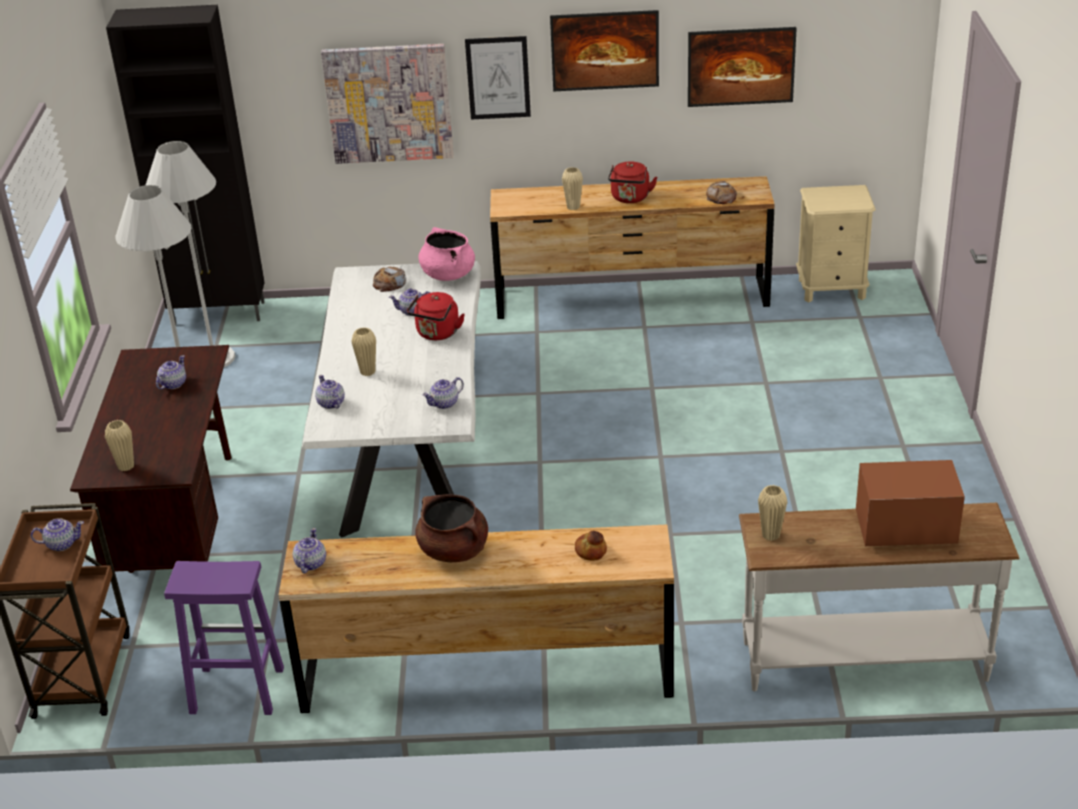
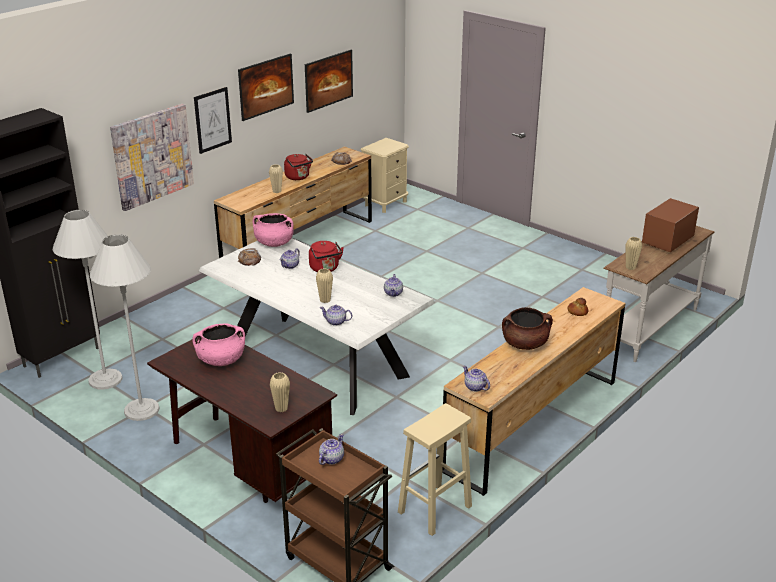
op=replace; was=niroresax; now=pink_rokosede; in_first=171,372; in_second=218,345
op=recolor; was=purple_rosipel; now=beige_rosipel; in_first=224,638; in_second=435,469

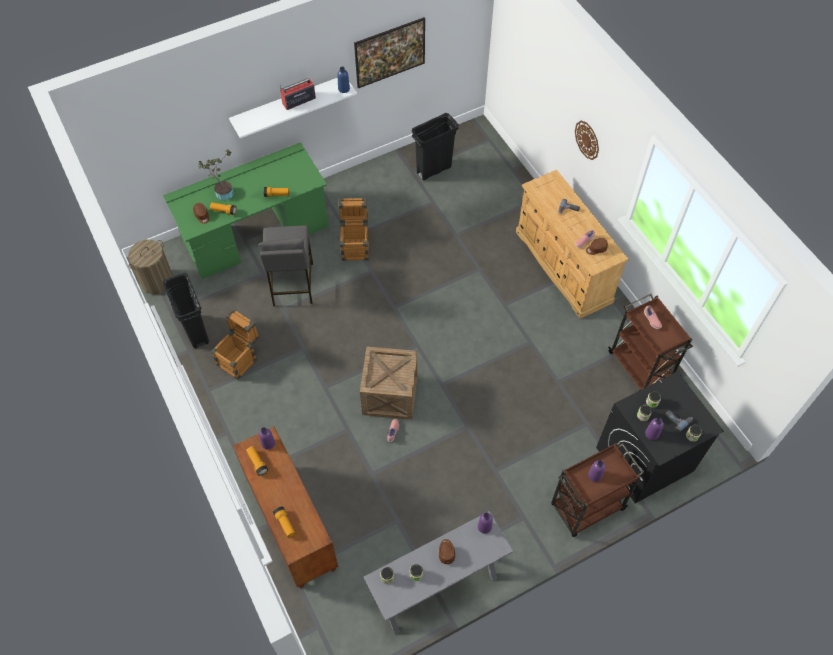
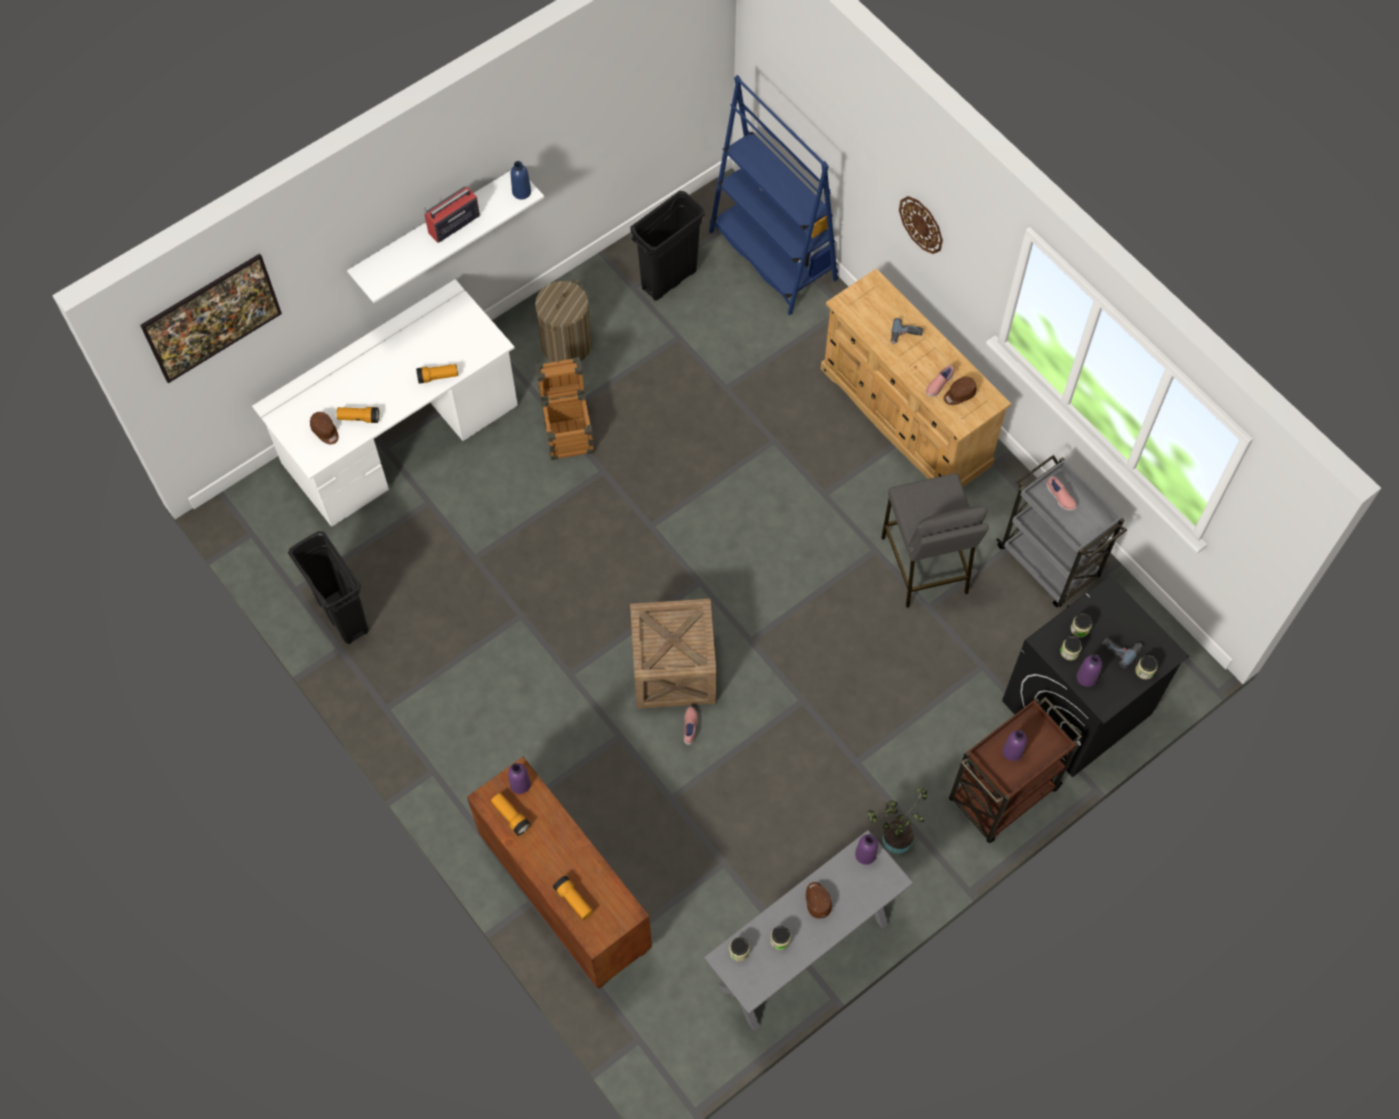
op=delete; was=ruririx; in_first=235,344
op=insert; now=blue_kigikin; in_second=773,195
op=move; was=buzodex; in_first=150,266; in_second=563,321
op=move; was=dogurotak; in_first=216,174; in_second=897,820
op=move; was=grey_rosipel; in_first=285,266; in_second=935,540
op=move; was=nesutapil; in_first=389,52; in_second=211,318
op=recolor; was=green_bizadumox; now=white_bizadumox; in_first=246,210; in_second=385,403
op=recolor; was=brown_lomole; now=grey_lomole; in_first=650,342; in_second=1061,531

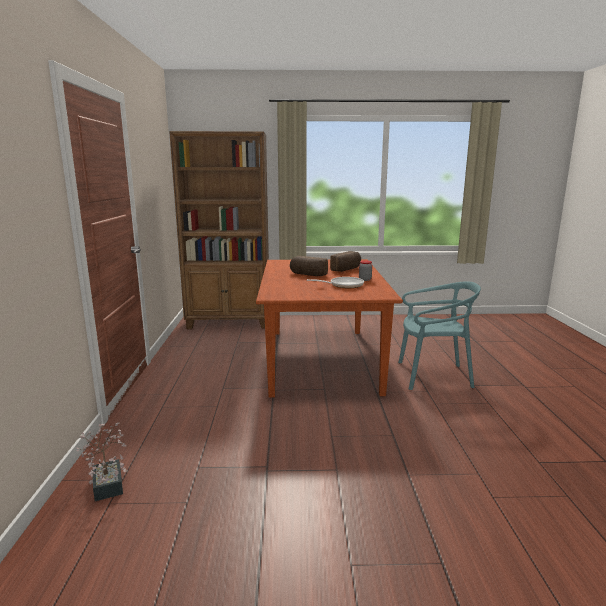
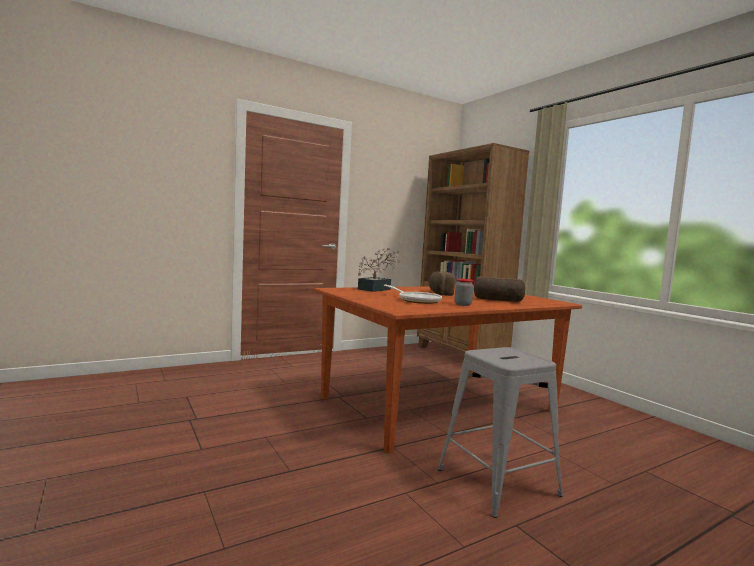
op=move; was=dogurotak; in_first=102,461; in_second=379,269
op=replace; was=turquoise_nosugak; now=grey_rosipel; in_first=439,335; in_second=500,432

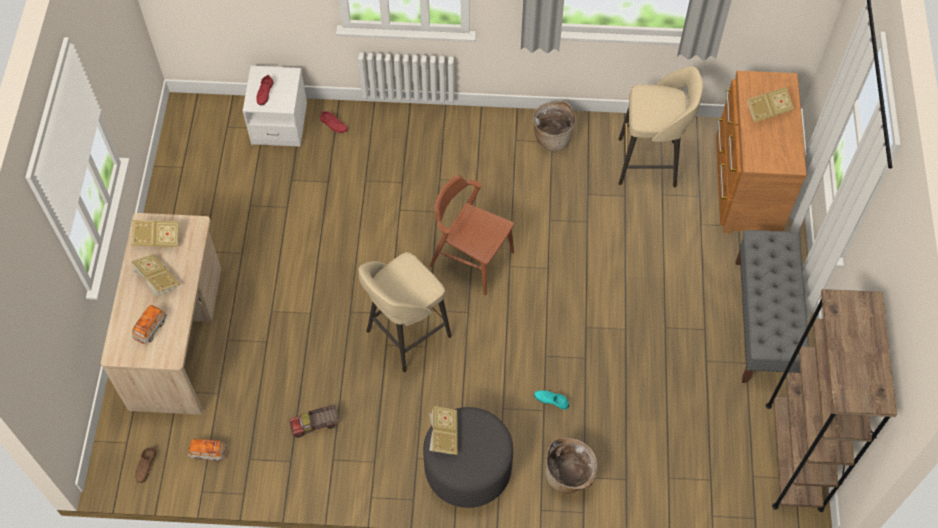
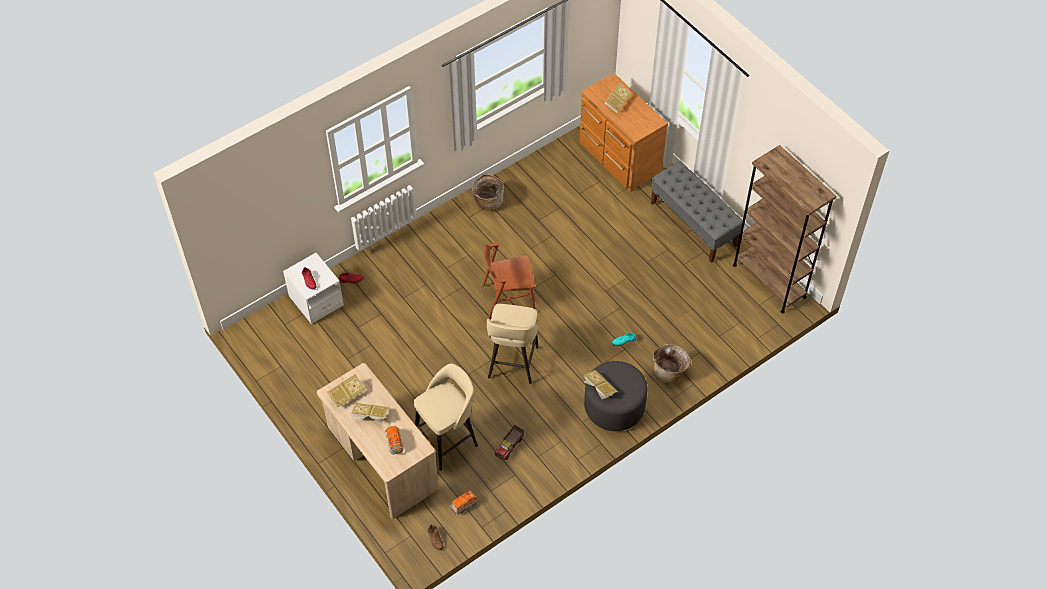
op=move; was=beige_rosipel; in_first=660,126; in_second=446,417

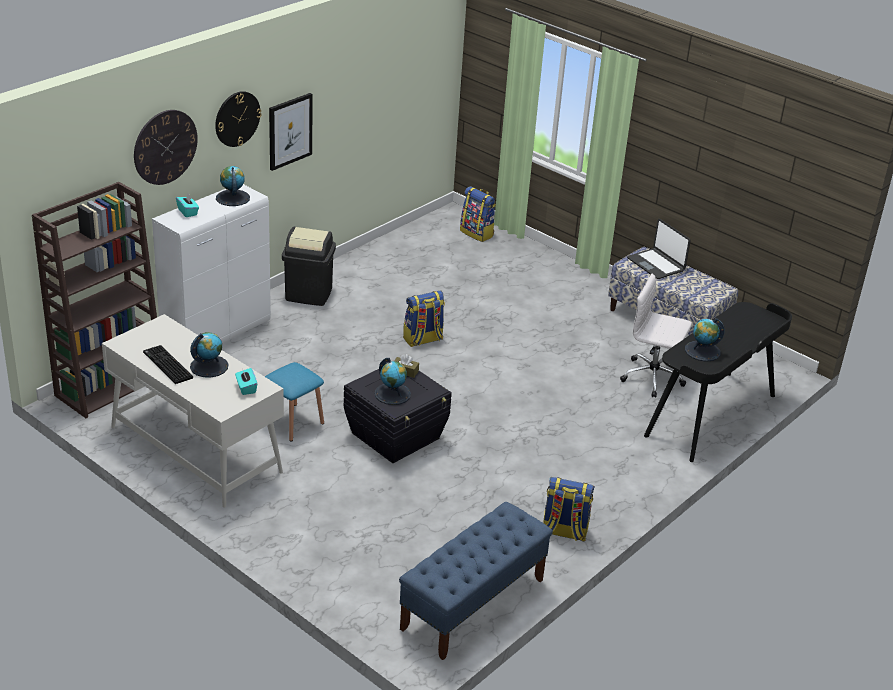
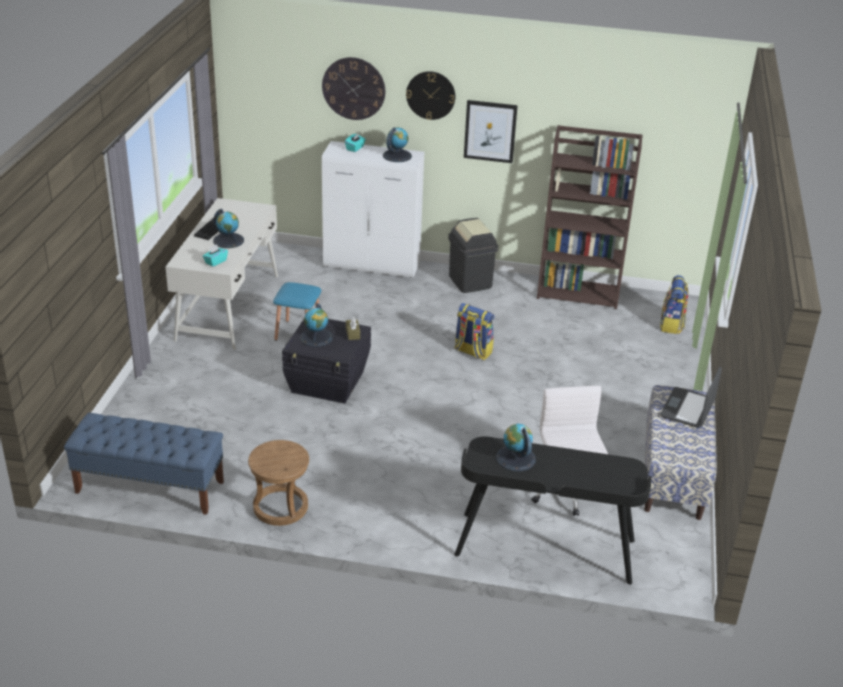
op=move; was=brown_kigikin; in_first=94,300; in_second=590,217
op=replace; was=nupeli; now=brown_rosipel; in_first=569,509; in_second=278,483

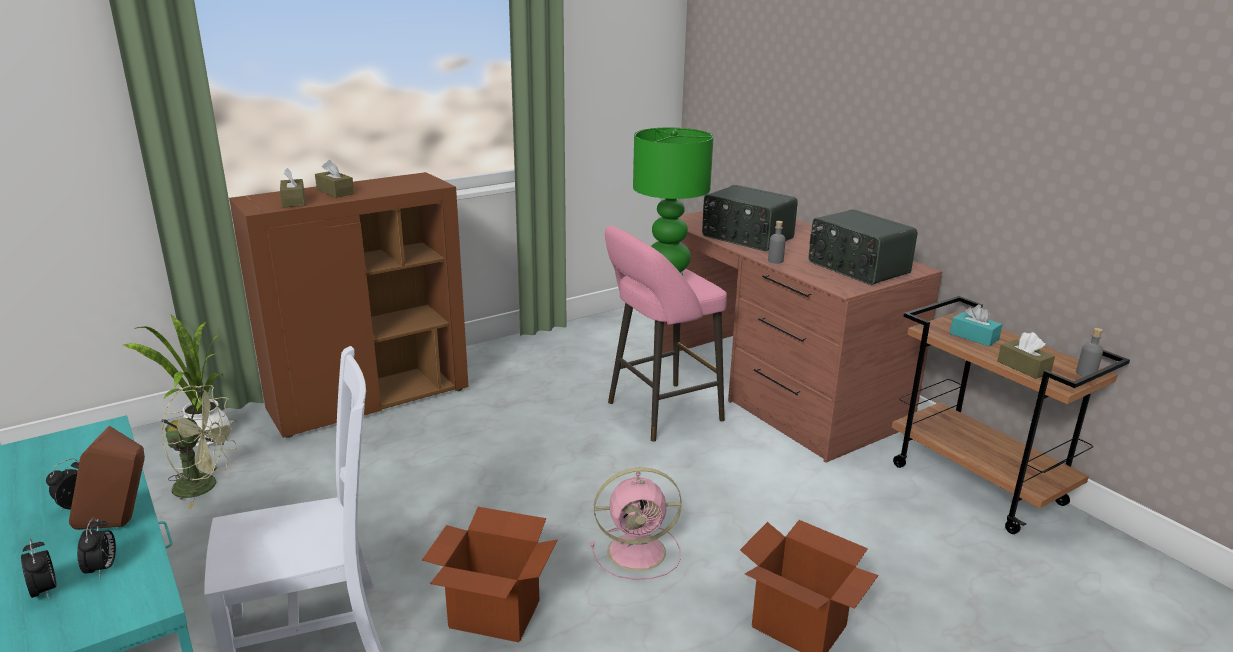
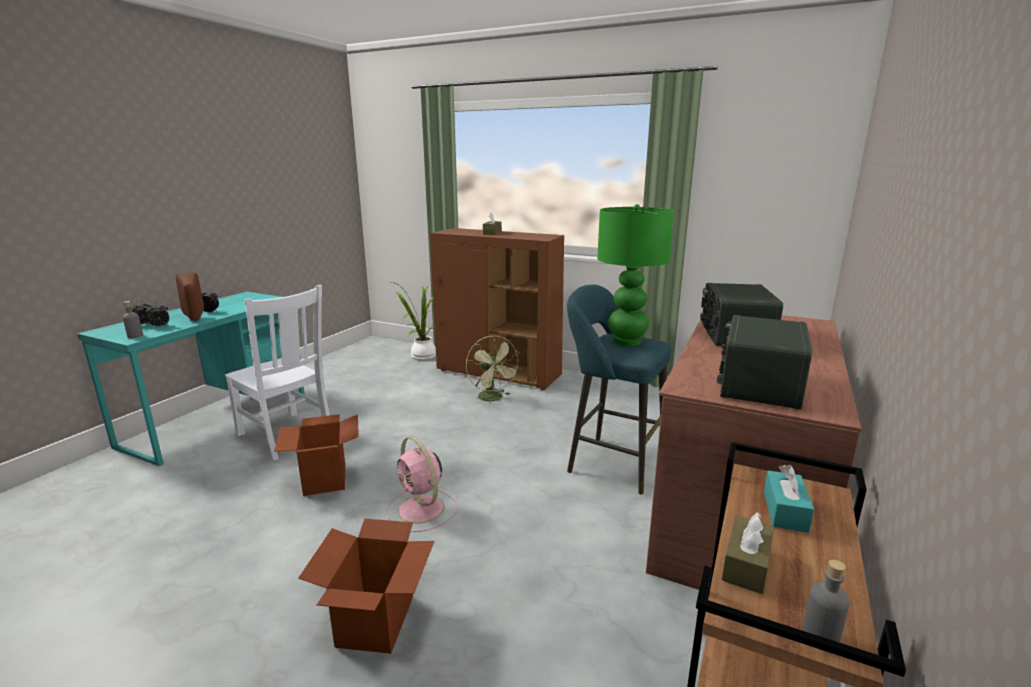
op=delete; was=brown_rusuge; in_first=292,188
op=move; was=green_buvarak; in_first=199,447; in_second=493,369
op=move; was=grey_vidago; in_first=777,242; in_second=133,319
op=recolor; was=pink_rosipel; now=turquoise_rosipel; in_first=666,333; in_second=619,390

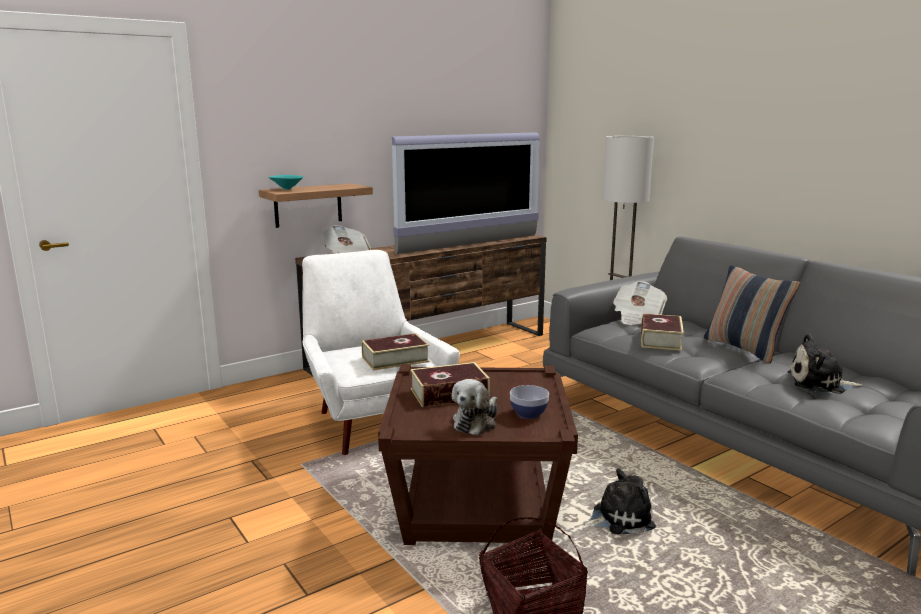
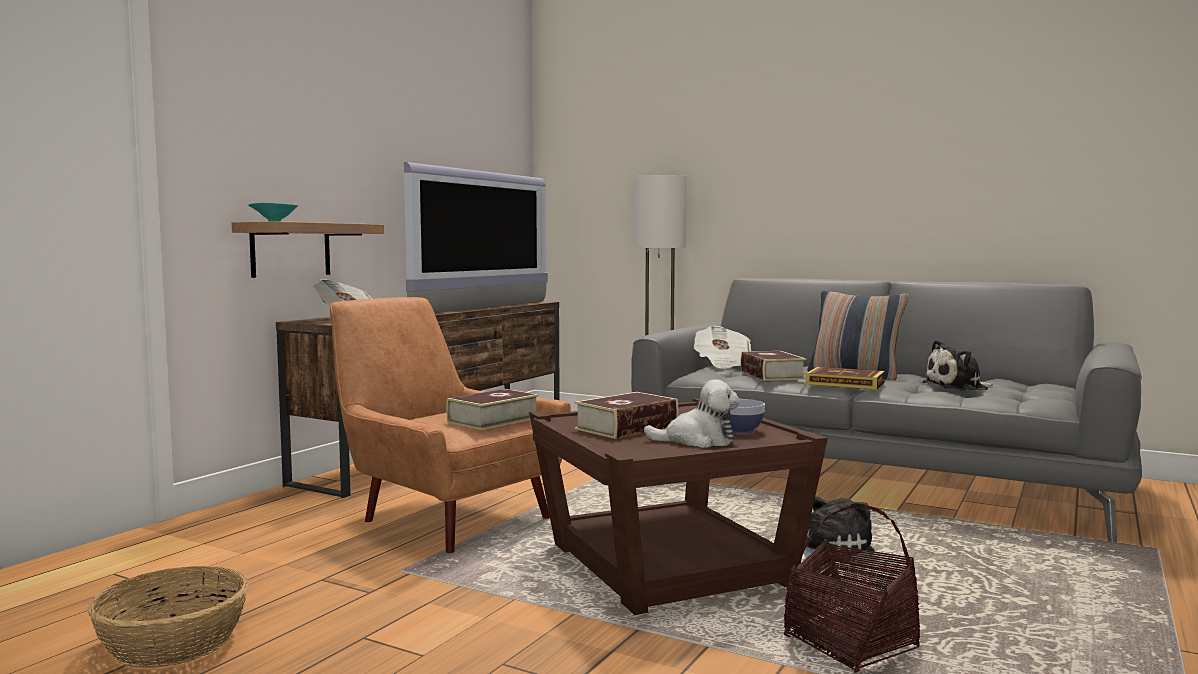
op=insert; now=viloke; in_second=167,617
op=insert; now=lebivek; in_second=845,378
op=recolor; was=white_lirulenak; now=brown_lirulenak; in_first=381,352; in_second=450,425
op=rotate; was=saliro; in_first=475,407; in_second=692,413; clockwise=-90

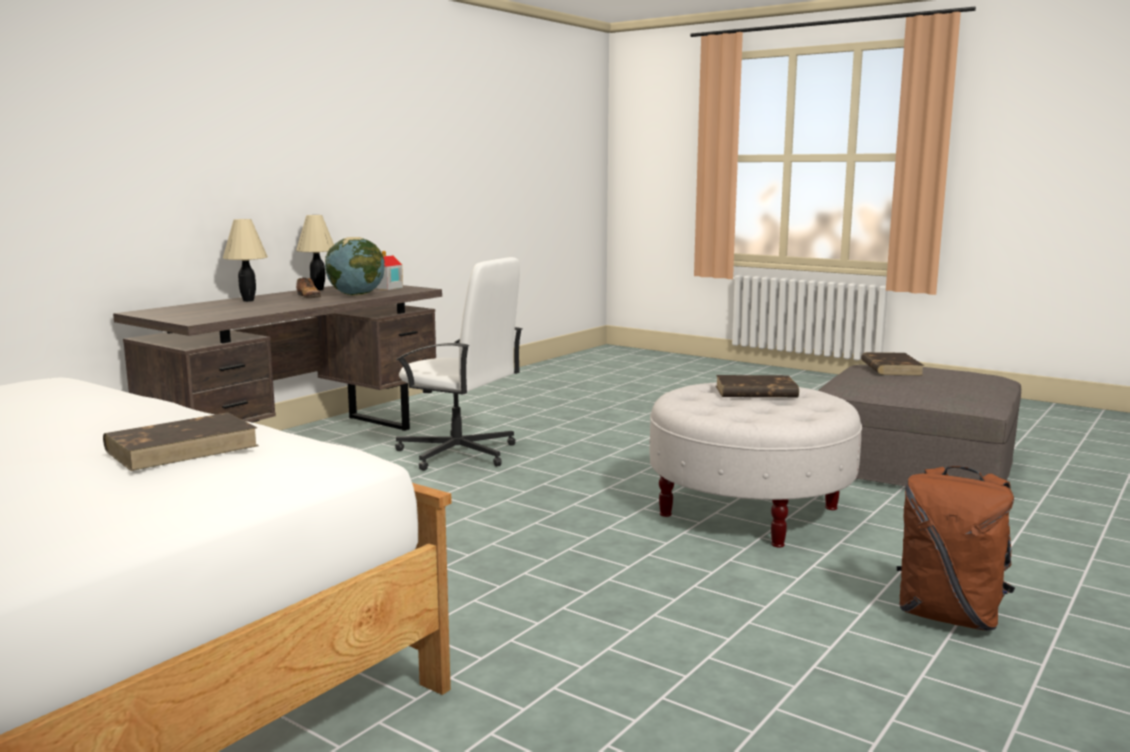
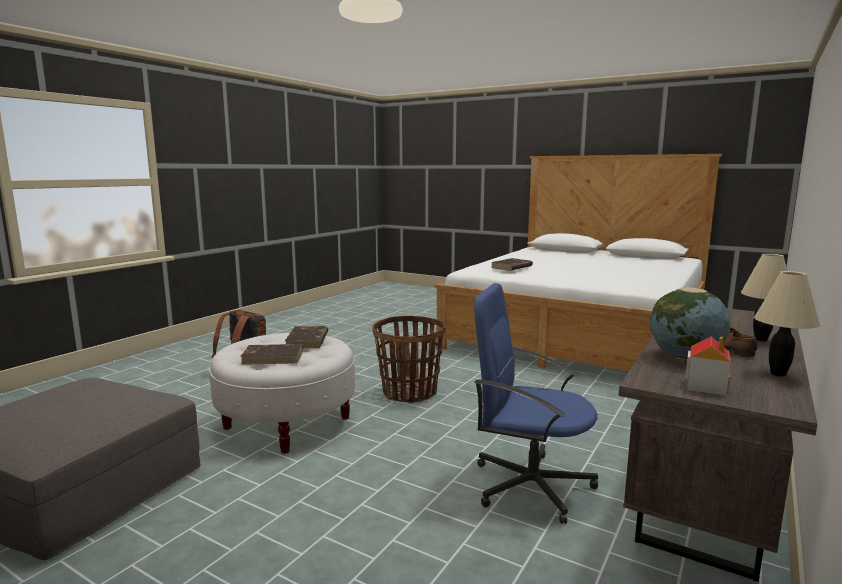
op=insert; now=viloke; in_second=409,359
op=move; was=brown_lebivek; in_first=892,363; in_second=306,337
op=recolor; was=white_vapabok; now=blue_vapabok; in_first=458,364; in_second=536,403

